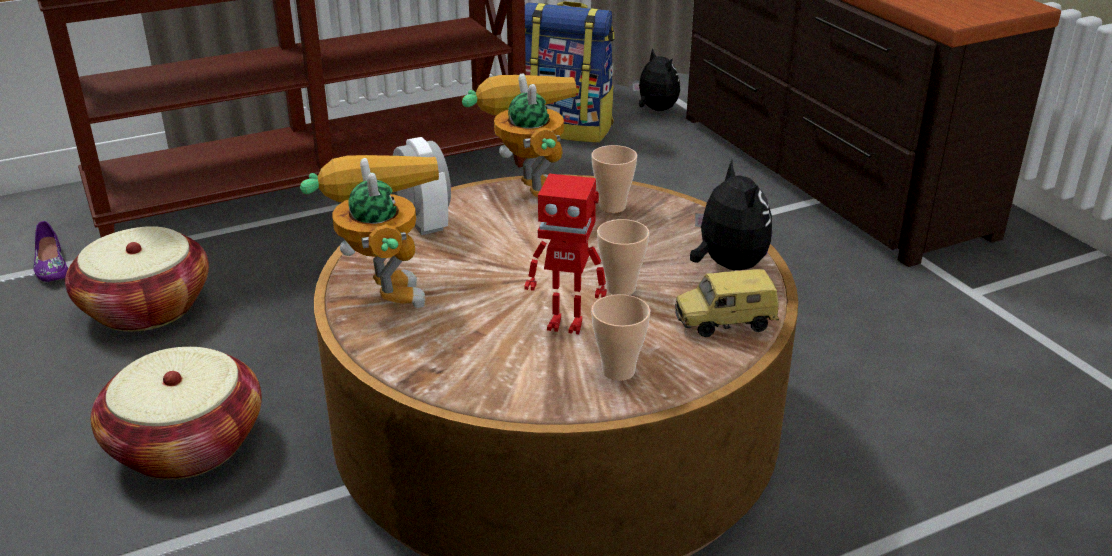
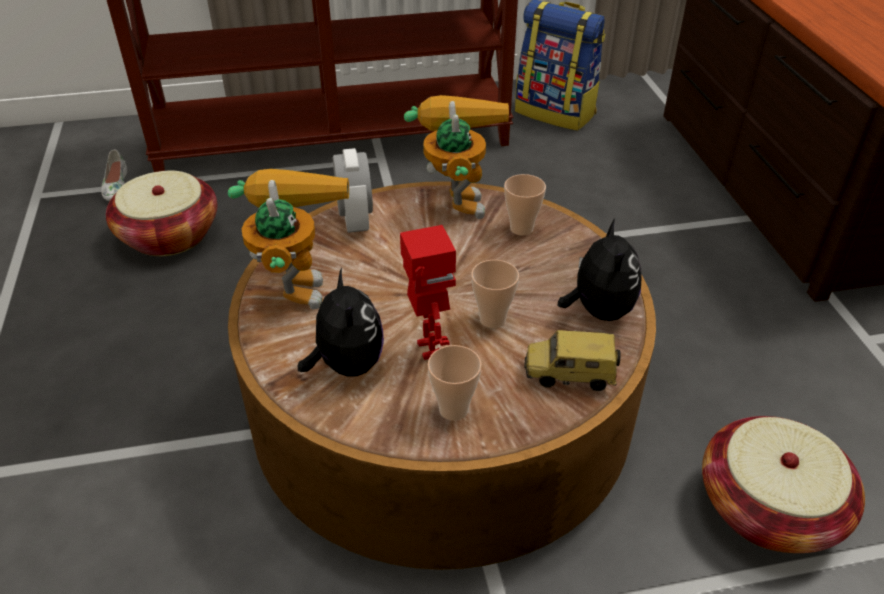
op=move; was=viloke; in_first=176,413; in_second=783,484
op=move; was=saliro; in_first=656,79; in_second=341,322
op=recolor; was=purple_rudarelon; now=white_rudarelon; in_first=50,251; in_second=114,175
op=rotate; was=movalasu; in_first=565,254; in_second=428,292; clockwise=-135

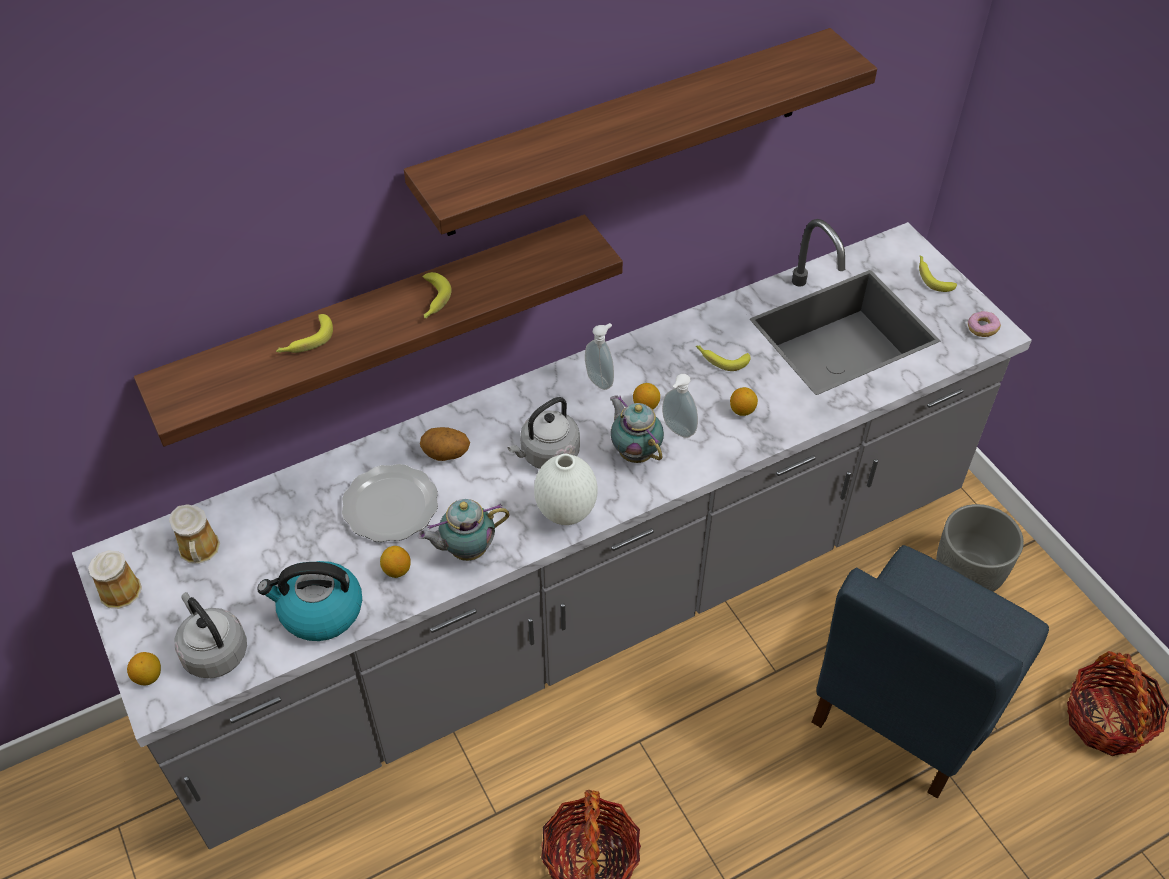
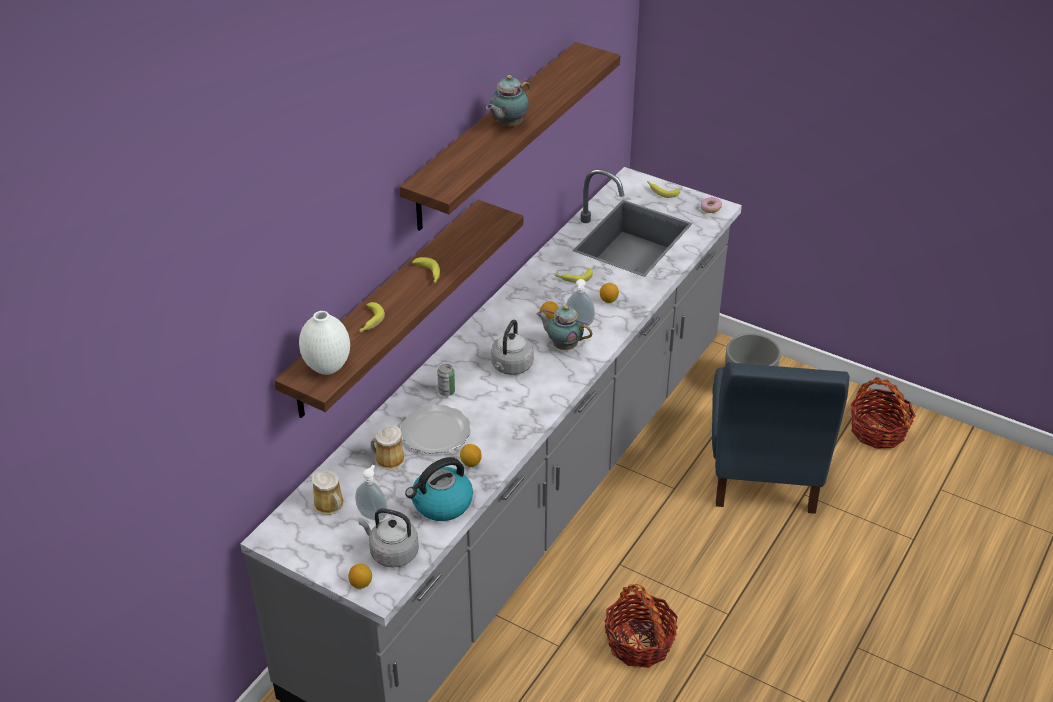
op=move; was=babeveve; in_first=115,579; in_second=388,448
op=move; was=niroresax; in_first=464,530; in_second=508,100
op=move; was=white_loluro; in_first=565,489; in_second=324,343
op=move; was=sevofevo; in_first=599,356; in_second=371,493
op=replace; was=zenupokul; now=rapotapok; in_first=445,444; in_second=446,380

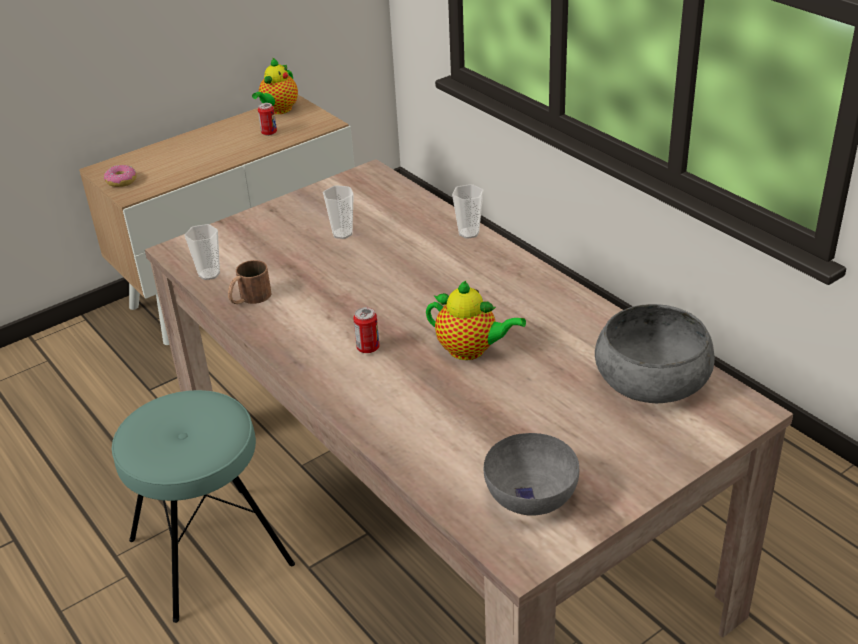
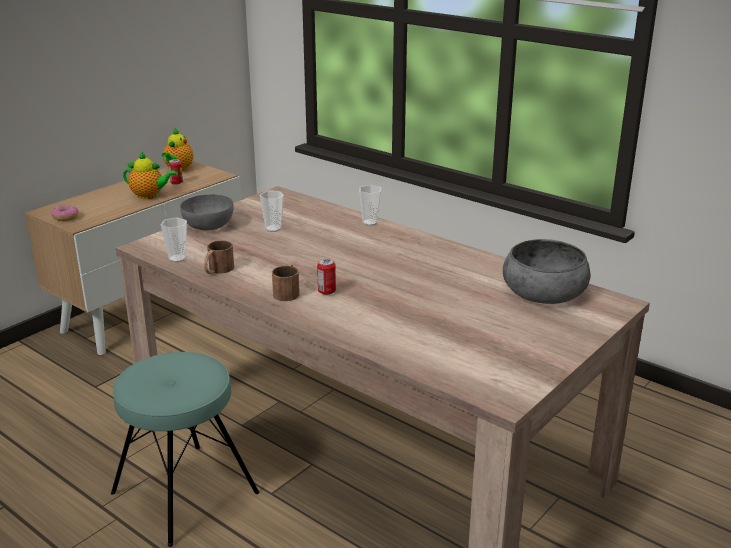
op=insert; now=brown_babeveve; in_second=285,282
op=move; was=niroresax; in_first=476,320; in_second=150,175
op=move; was=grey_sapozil; in_first=531,474; in_second=207,213

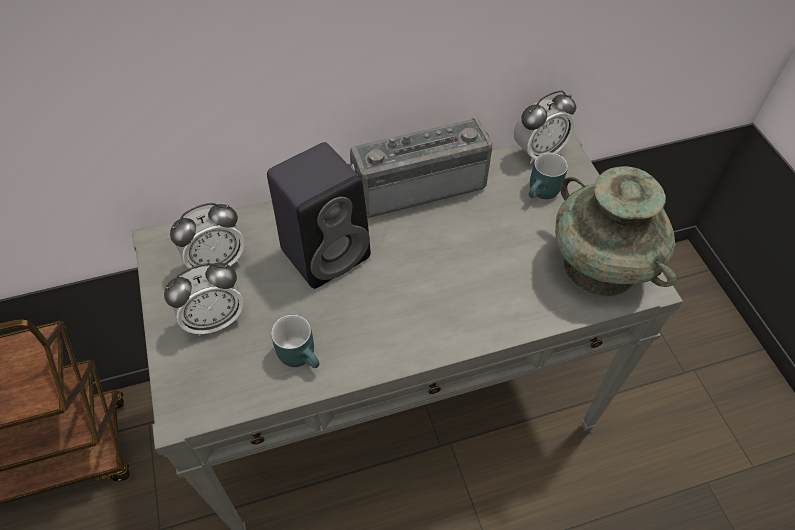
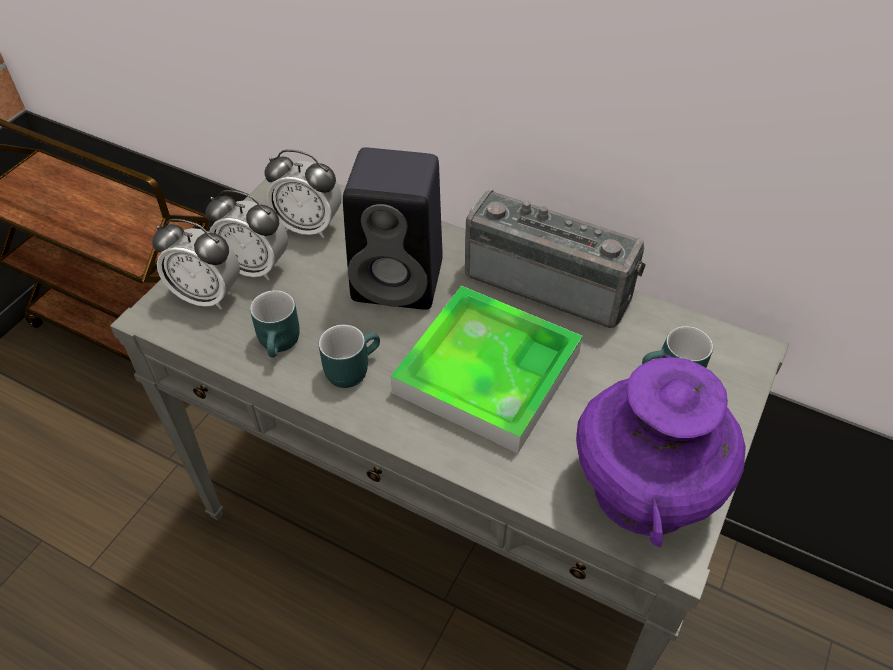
op=insert; now=turquoise_babeveve; in_second=349,356
op=insert; now=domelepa; in_second=487,369
op=move; was=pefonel; in_first=545,127; in_second=196,264
op=recolor; was=turquoise_loluro; now=purple_loluro; in_first=616,231; in_second=661,451

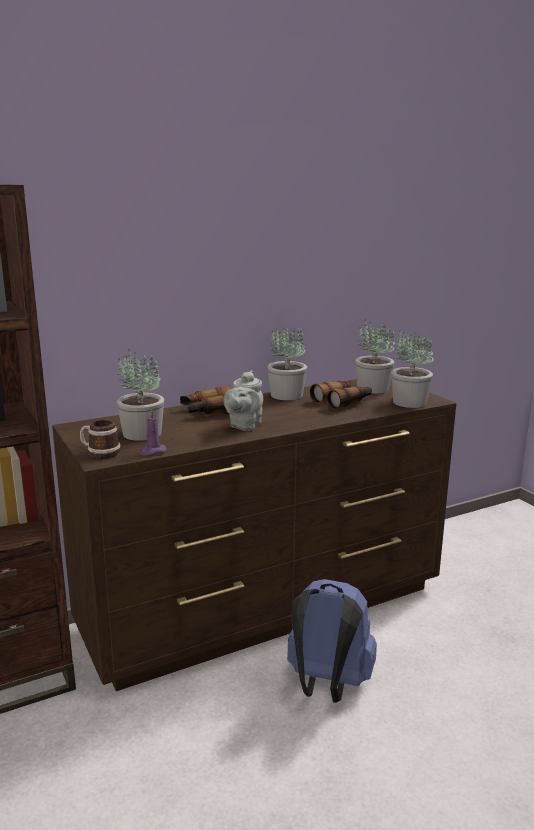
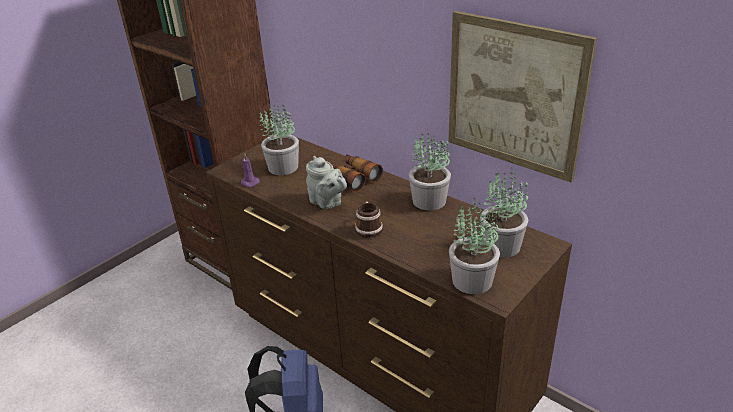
op=delete; was=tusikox; in_first=341,395
op=insert; now=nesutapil; in_second=523,96
op=move; was=babeveve; in_first=100,439; in_second=369,219
op=rotate; was=grey_niroresax; in_first=243,400; in_second=326,182; clockwise=-135

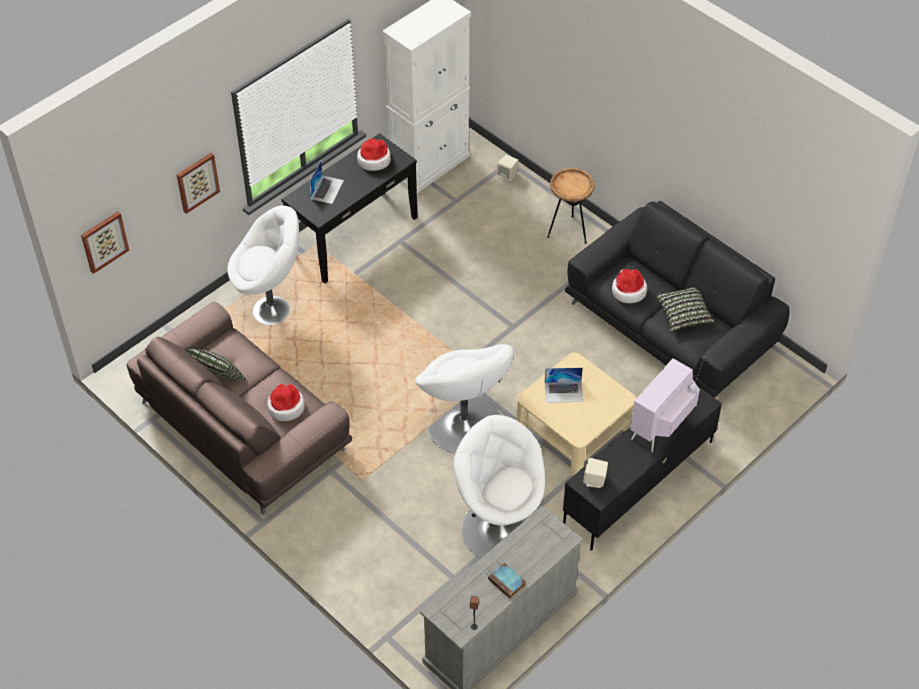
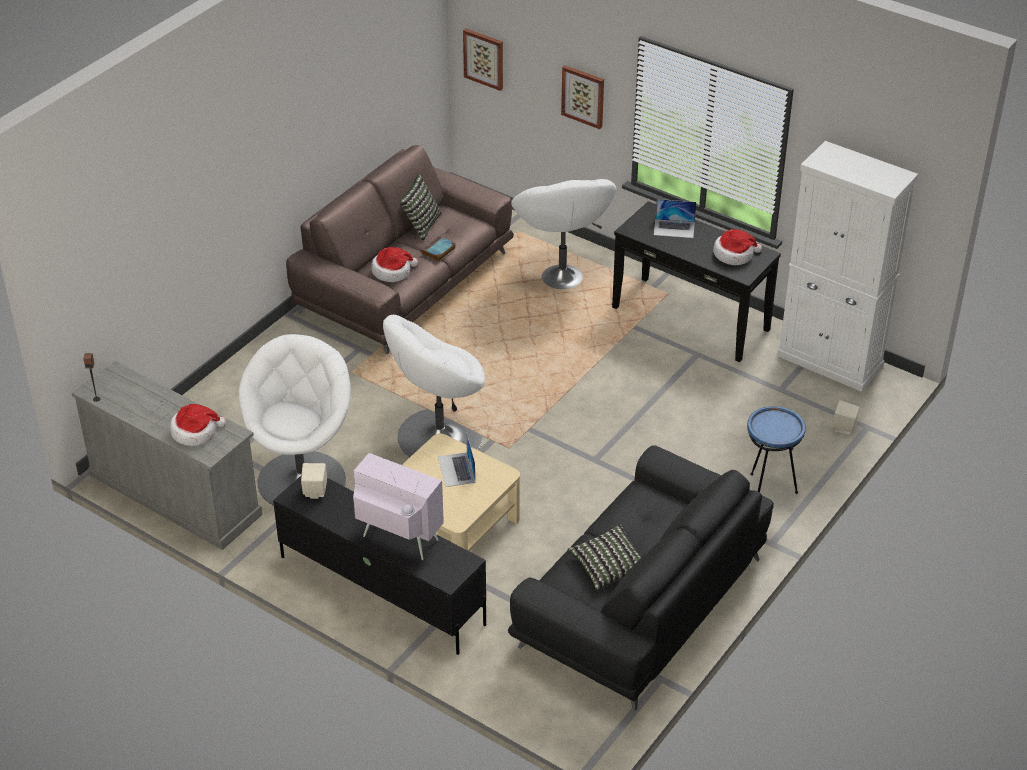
op=move; was=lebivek; in_first=507,581; in_second=439,249
op=move; was=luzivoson; in_first=629,286; in_second=198,425
op=recolor; was=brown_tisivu; now=blue_tisivu; in_first=571,206; in_second=776,450

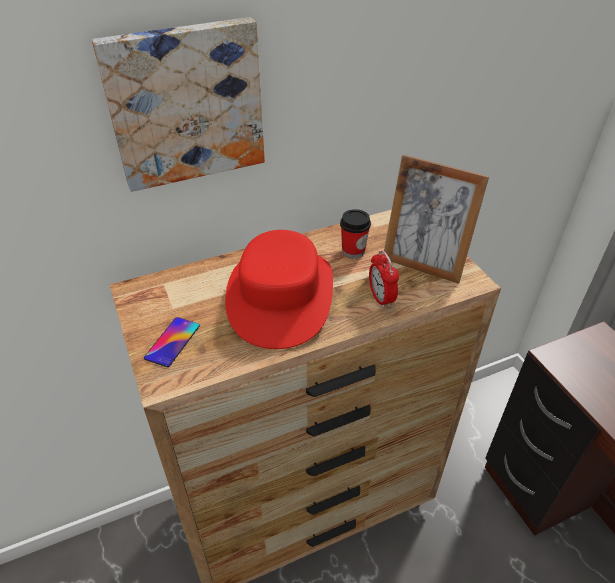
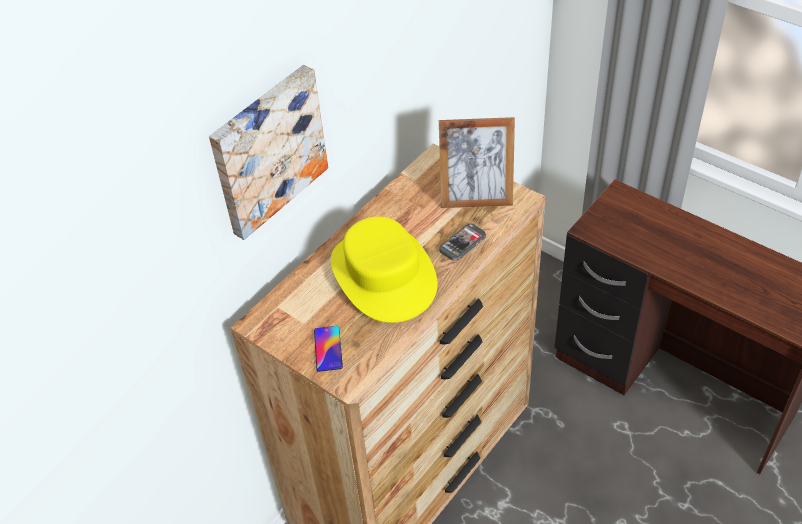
op=delete; was=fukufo; in_first=355,233
op=replace; was=pefonel; now=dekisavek; in_first=384,279; in_second=462,242
op=recolor; was=red_luzivoson; now=yellow_luzivoson; in_first=279,289; in_second=384,269

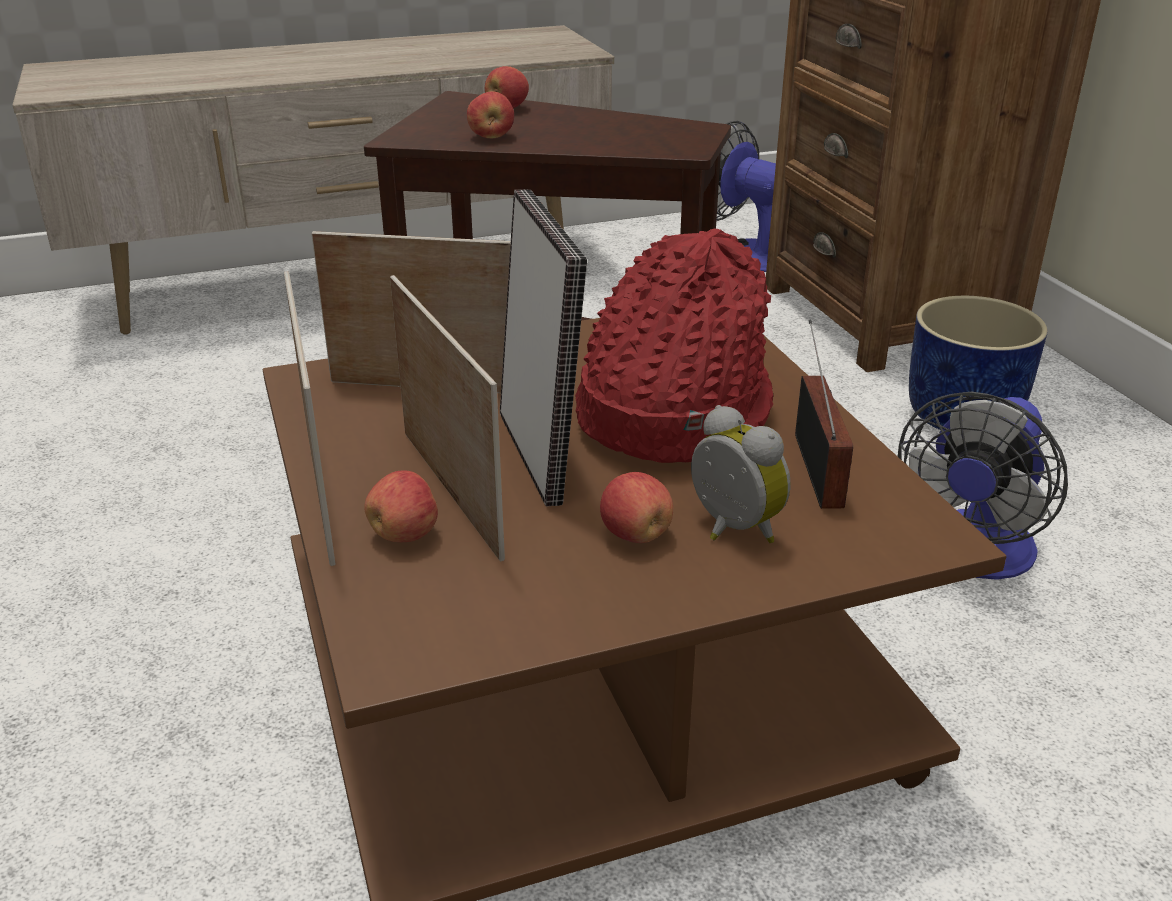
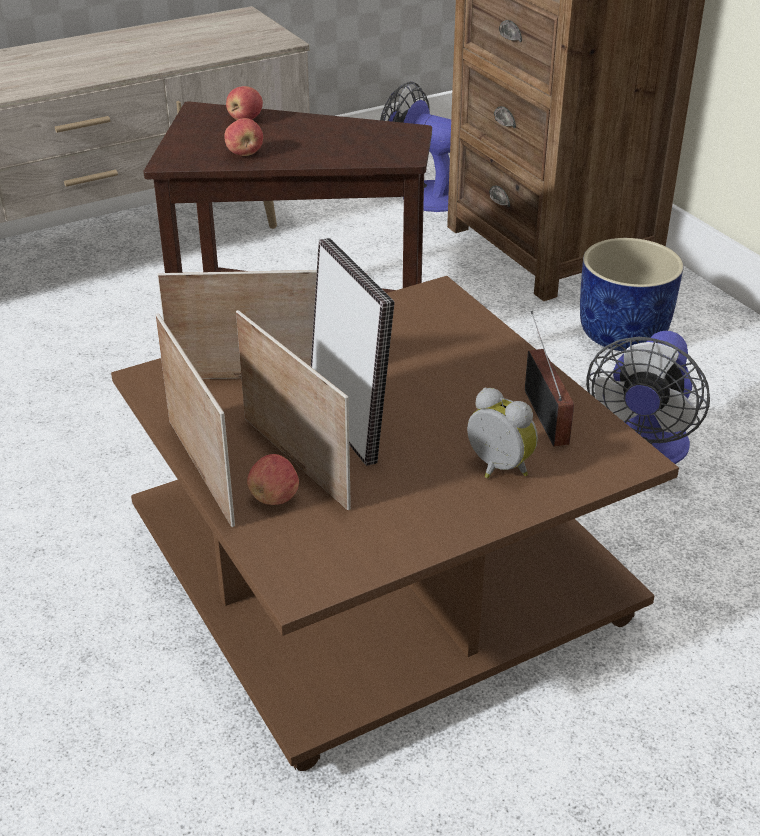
op=delete; was=red_luzivoson; in_first=674,345
op=delete; was=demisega; in_first=636,507

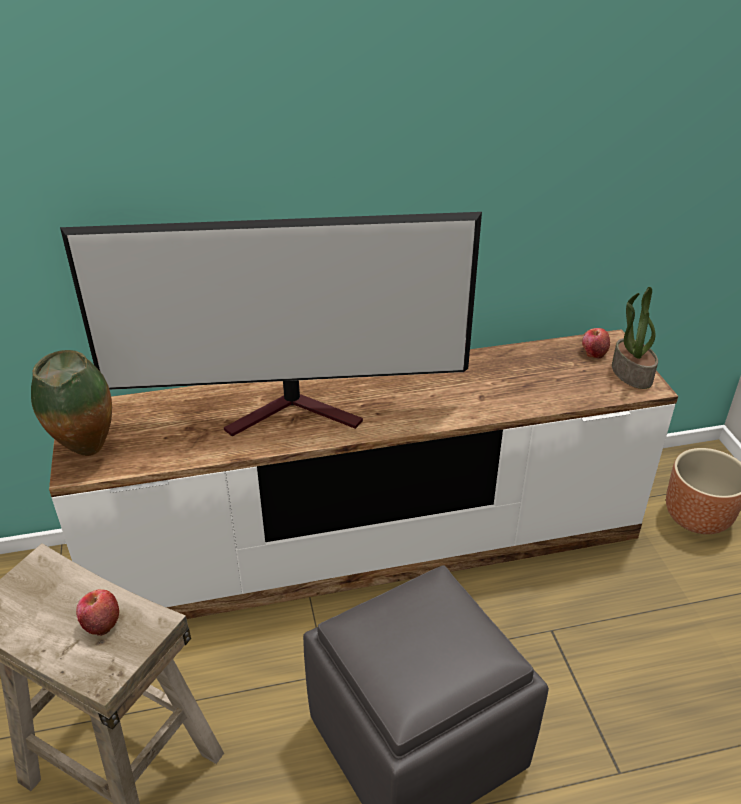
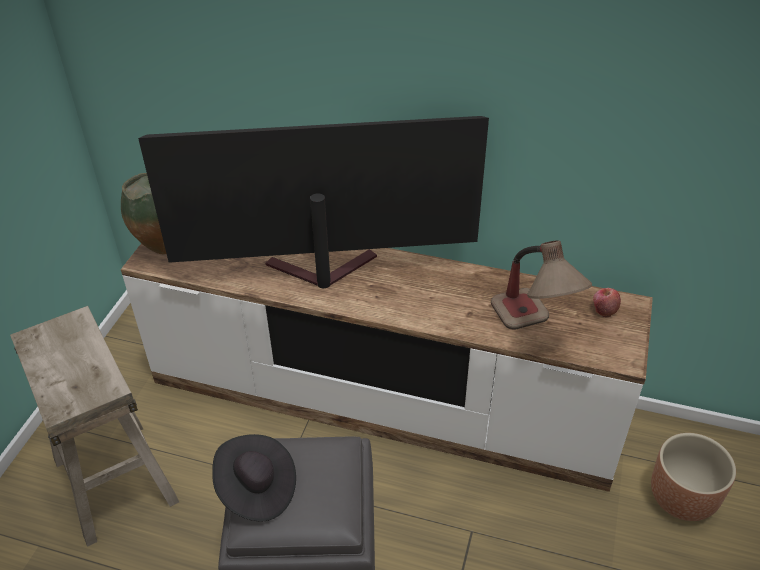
op=delete; was=demisega; in_first=97,612
op=delete; was=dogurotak; in_first=635,338
op=insert; now=black_luzivoson; in_second=254,477
op=insert; now=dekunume; in_second=541,285
op=rotate; was=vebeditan; in_first=271,324; in_second=313,202; clockwise=150

